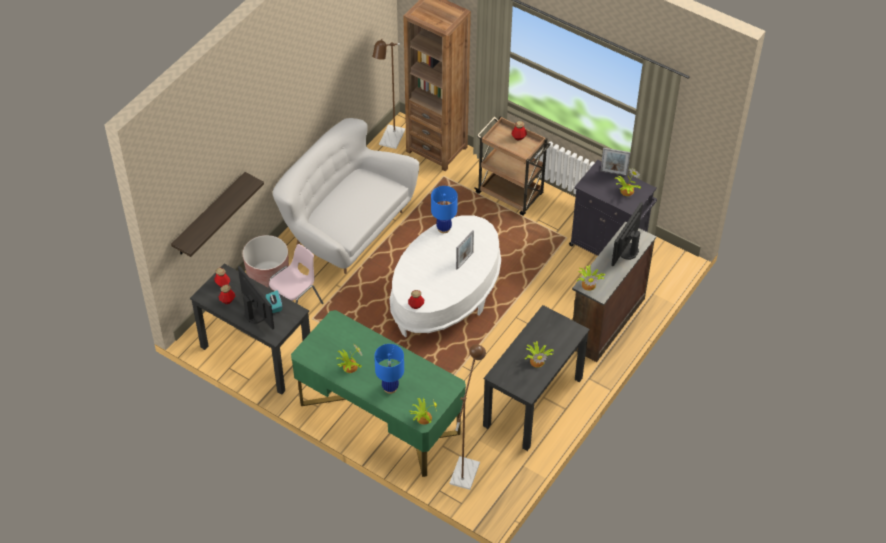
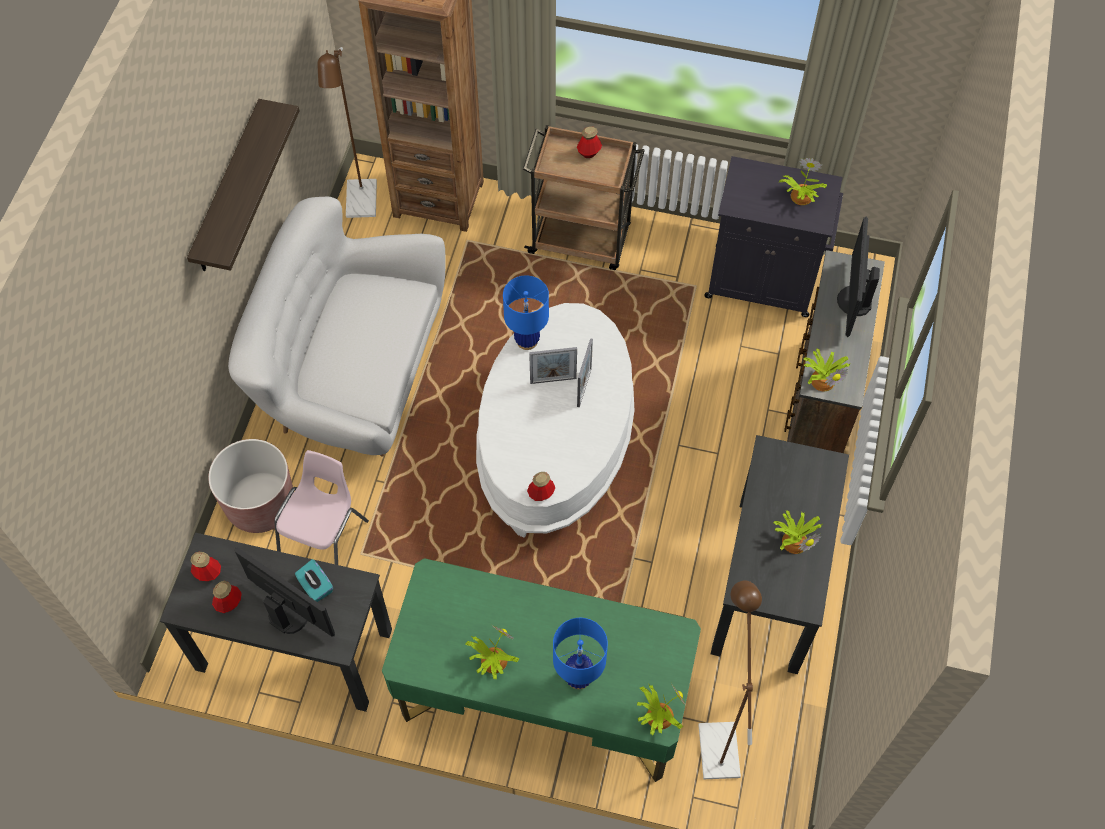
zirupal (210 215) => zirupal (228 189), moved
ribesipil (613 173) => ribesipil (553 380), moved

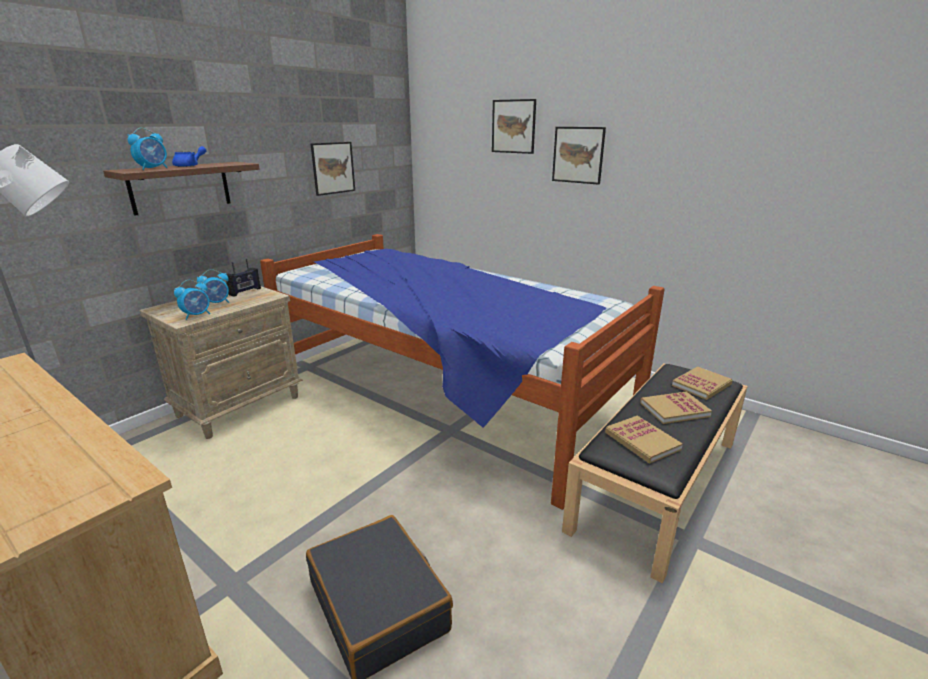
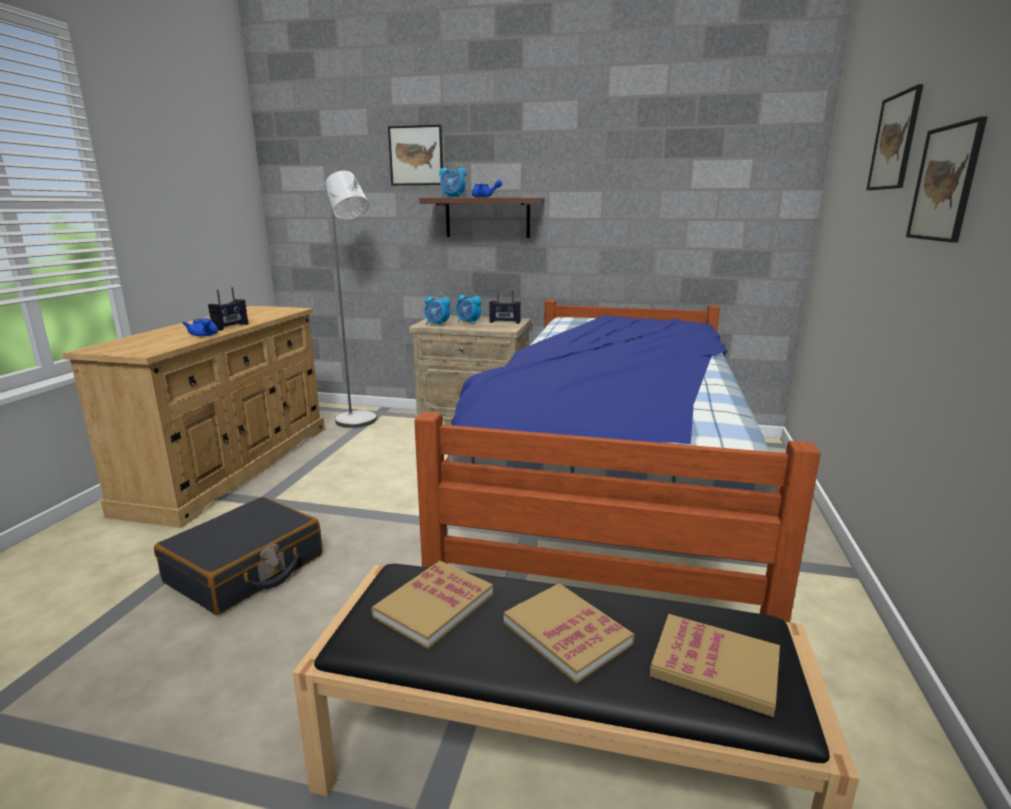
nothing => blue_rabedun (204 335)
nothing => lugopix (231 327)
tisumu (333 168) => tisumu (416 155), moved

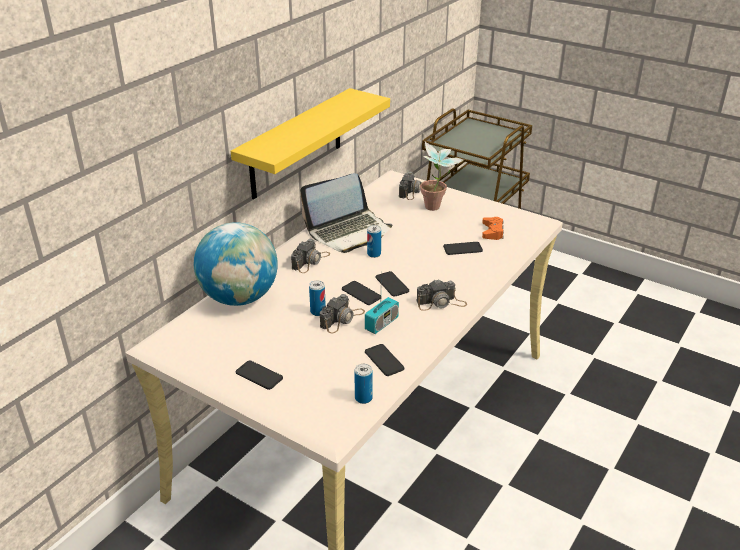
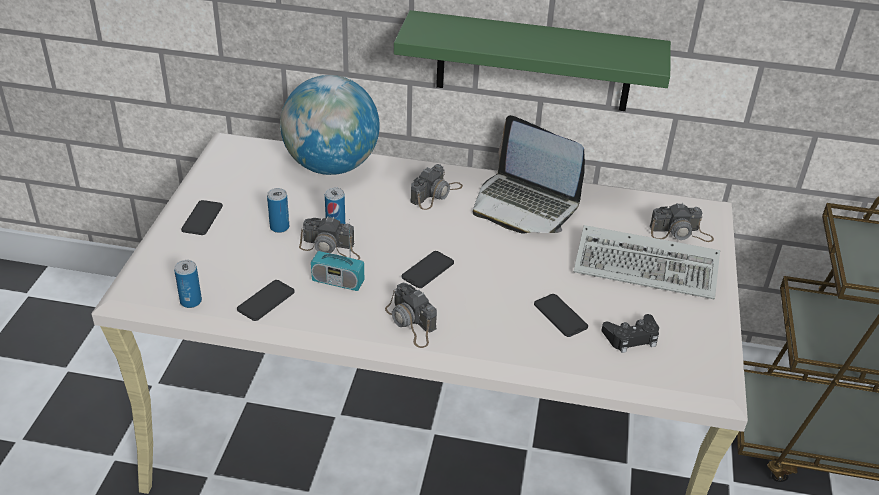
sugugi (374 254) => sugugi (279 227), moved
yellow_zirupal (296 144) => green_zirupal (533 62)
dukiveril (310 261) => dukiveril (436 194), 60 degrees counterclockwise
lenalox (436 209) => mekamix (649 267)
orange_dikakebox (492 232) => black_dikakebox (631 337)
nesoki (361 293) => nothing

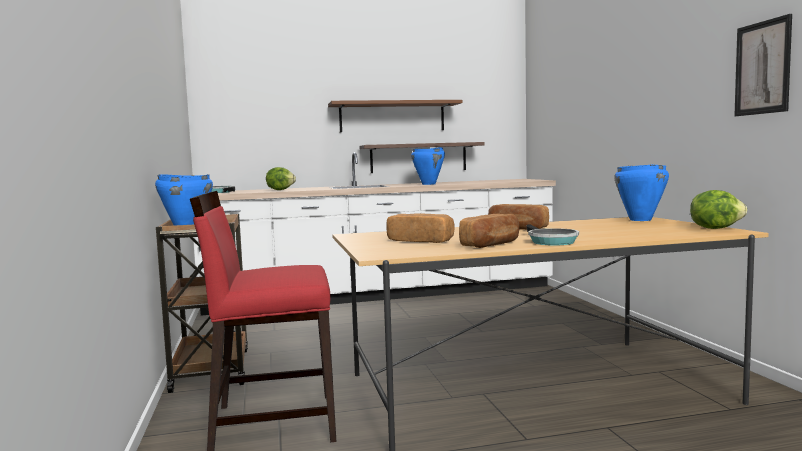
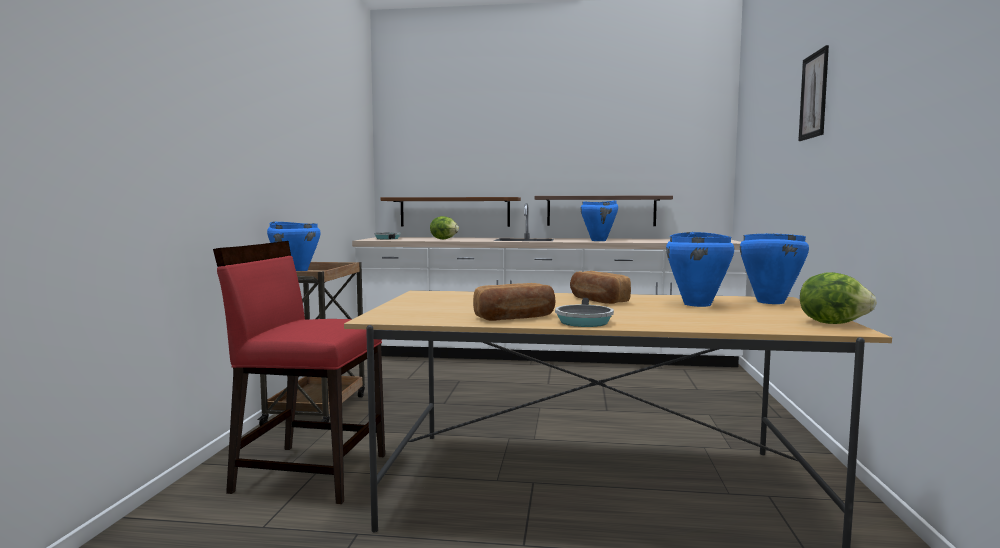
brown_zirupal (392 117) => brown_zirupal (454 212), moved
nothing => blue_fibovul (697 304)
tisumu (762 68) => tisumu (814 95), moved
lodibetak (421 241) => nothing

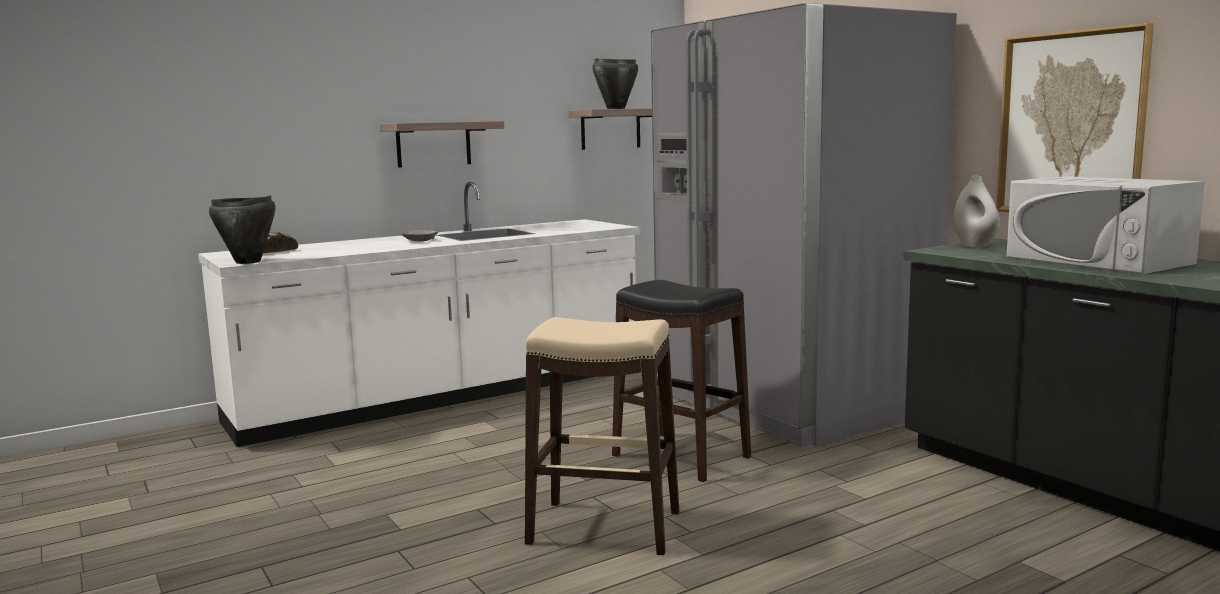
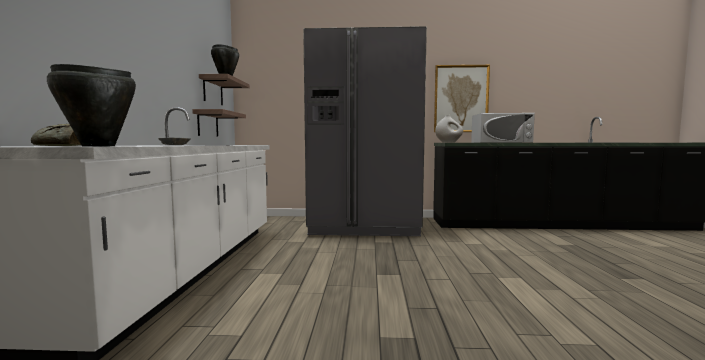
zirupal (433 144) => zirupal (207 124), moved
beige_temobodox (604 527) => nothing
black_temobodox (680 456) => nothing

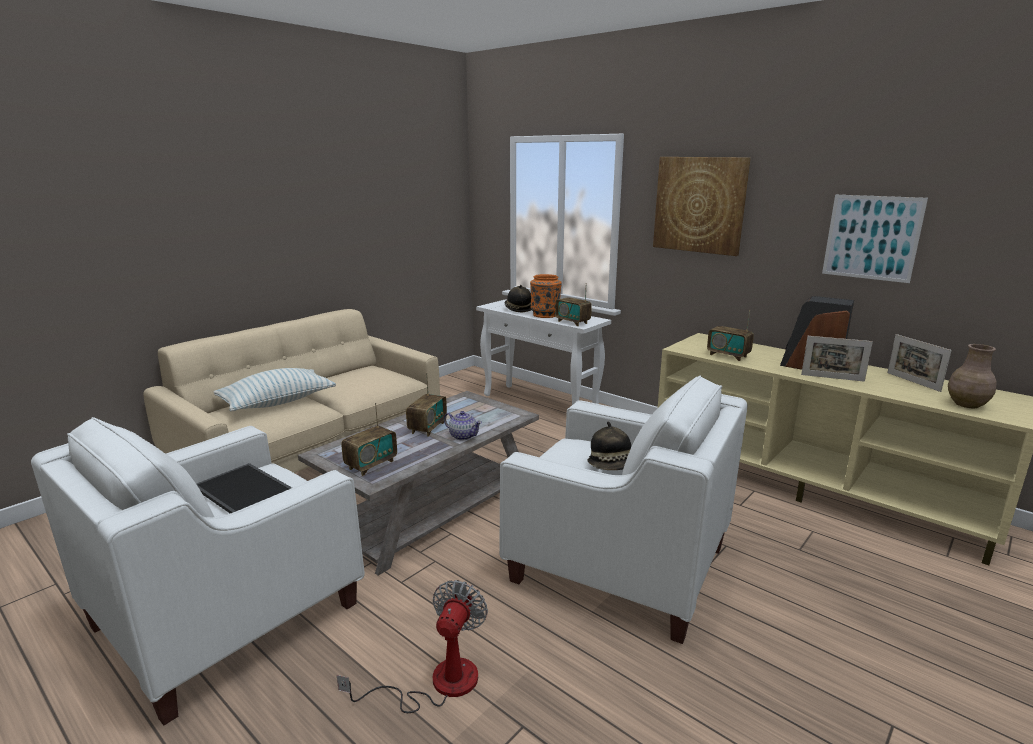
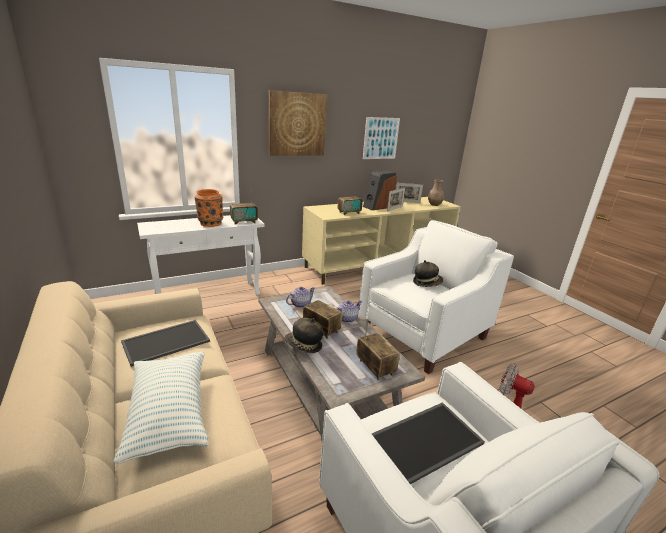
nothing => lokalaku (166 341)
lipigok (518 309) => lipigok (303 346), moved
nothing => rabedun (300 304)

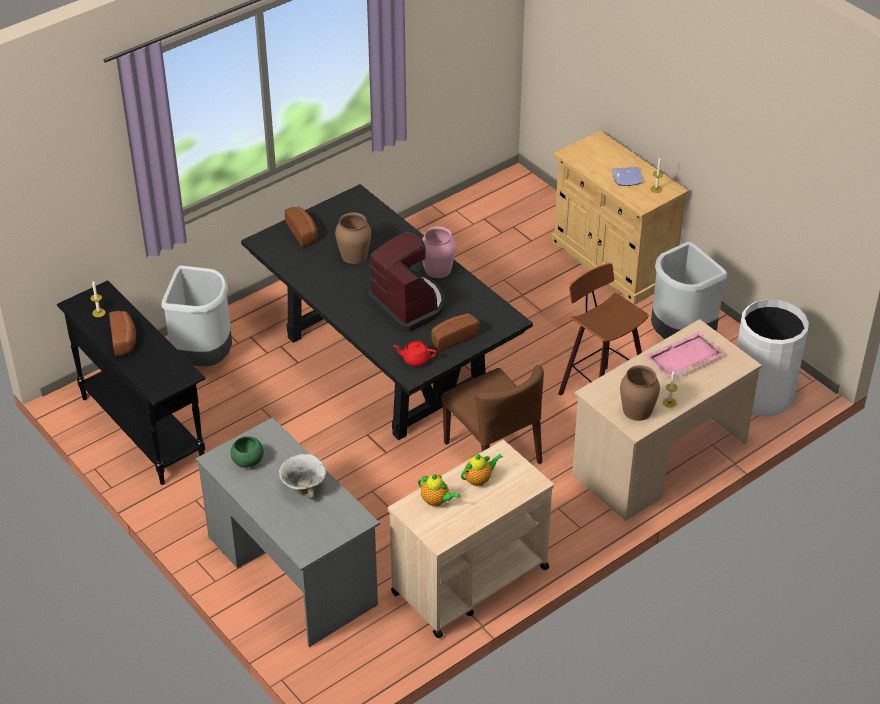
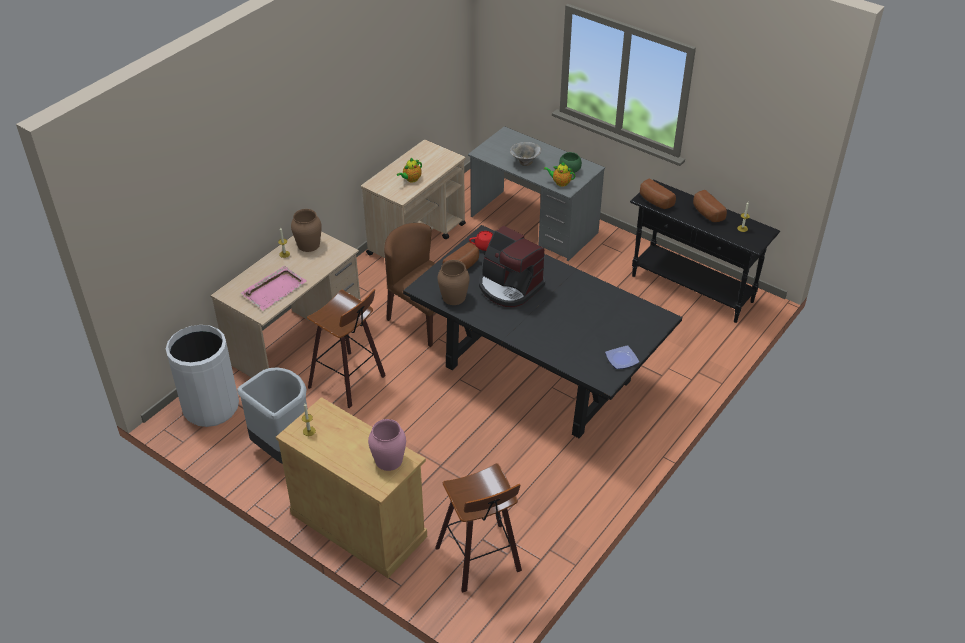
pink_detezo (438 269) => pink_detezo (388 460), moved
nothing => temobodox (481 560)
brown_detezo (354 255) => brown_detezo (453 297), moved
rabedun (436 501) => rabedun (560 183), moved
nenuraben (627 178) => nenuraben (621 359), moved
lodibetak (303 233) => lodibetak (654 201), moved
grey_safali (203 359) => nothing

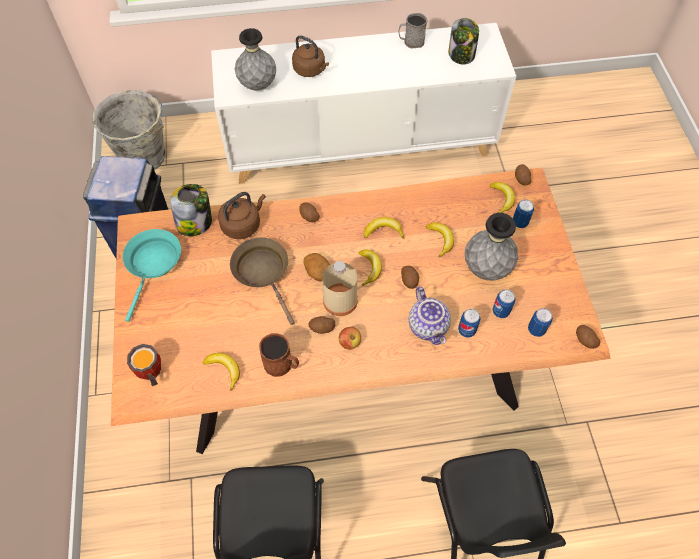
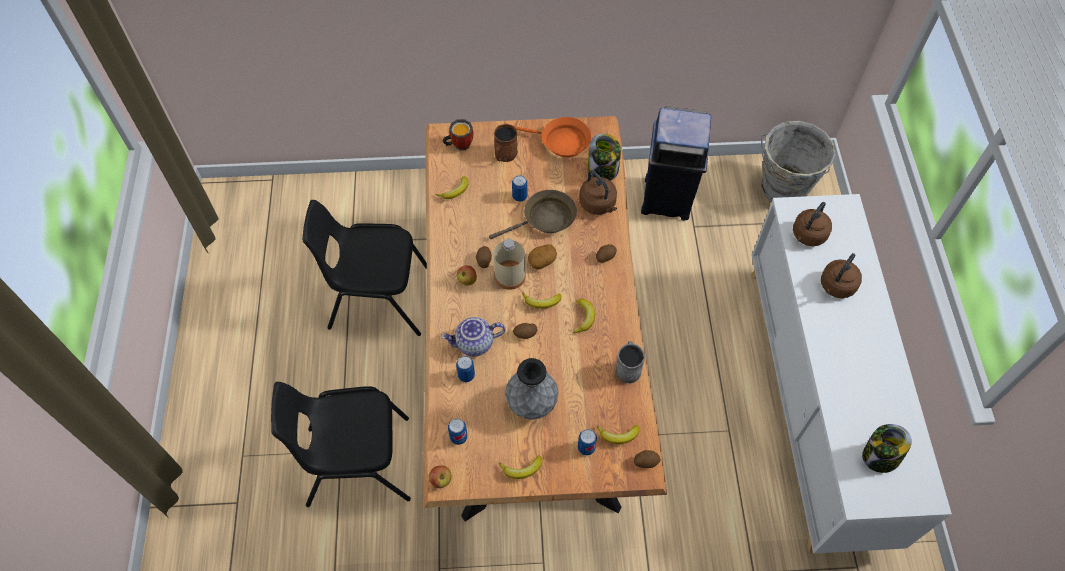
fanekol (584 340) => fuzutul (441 480)
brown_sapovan (282 364) => brown_sapovan (504 155), moved
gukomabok (440 240) => gukomabok (522 469), moved
sugugi (500 311) => sugugi (519 196), moved
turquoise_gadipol (153 264) => orange_gadipol (561 142)
grey_sapovan (411 42) => grey_sapovan (628 367), moved
grey_detezo (258 85) => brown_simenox (807 236)

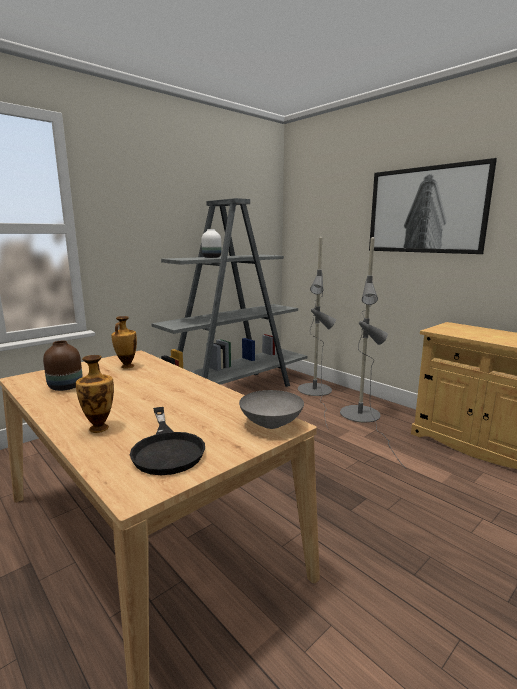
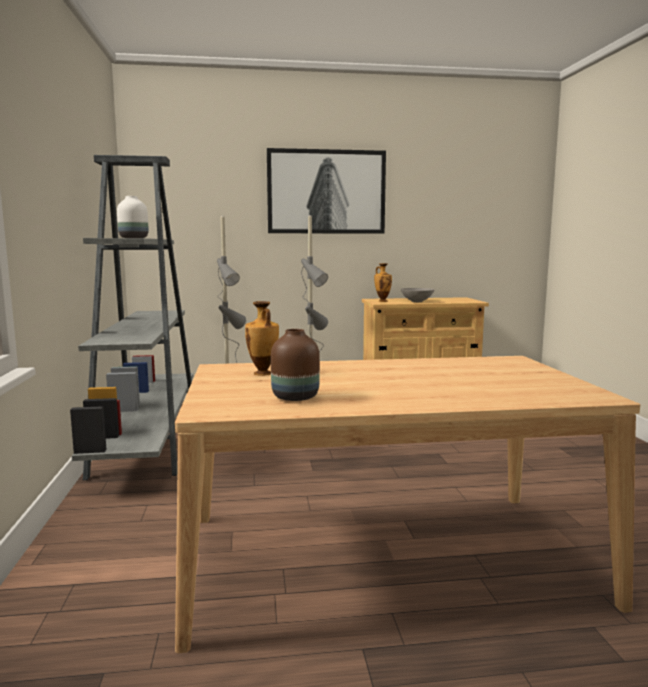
detezo (99 427) => detezo (382 301), moved
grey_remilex (271 423) => grey_remilex (416 301), moved
black_gadipol (167 448) => nothing

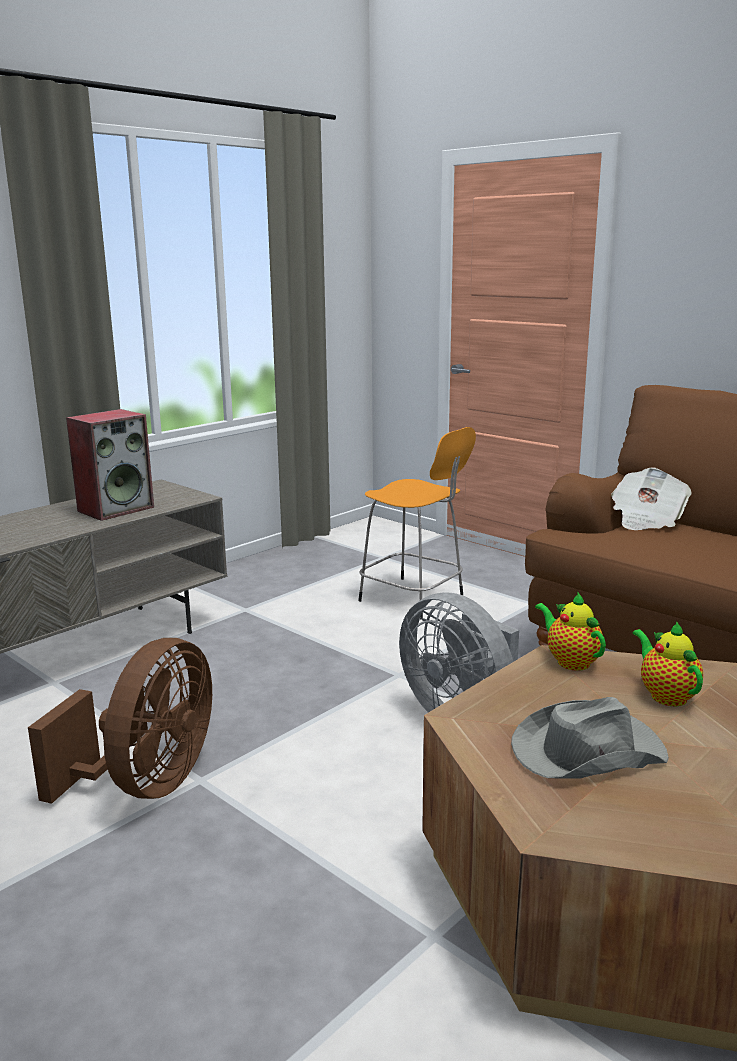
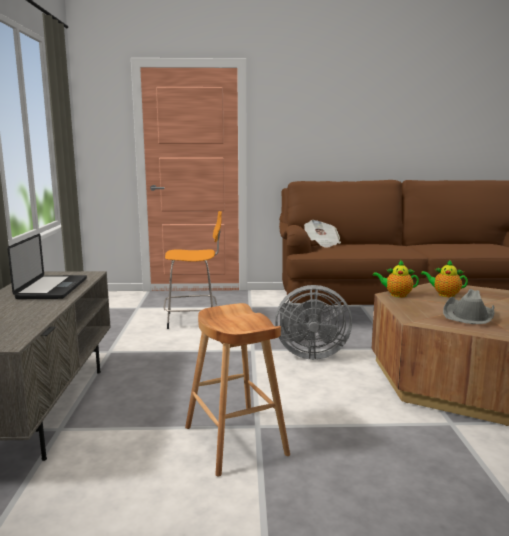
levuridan (116 509) => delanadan (52 288)
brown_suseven (147 784) => brown_temobodox (235 441)

